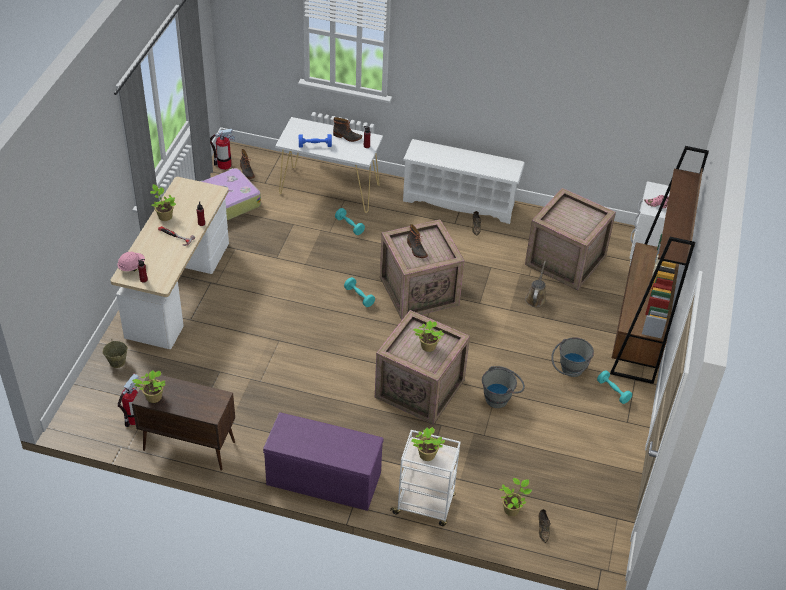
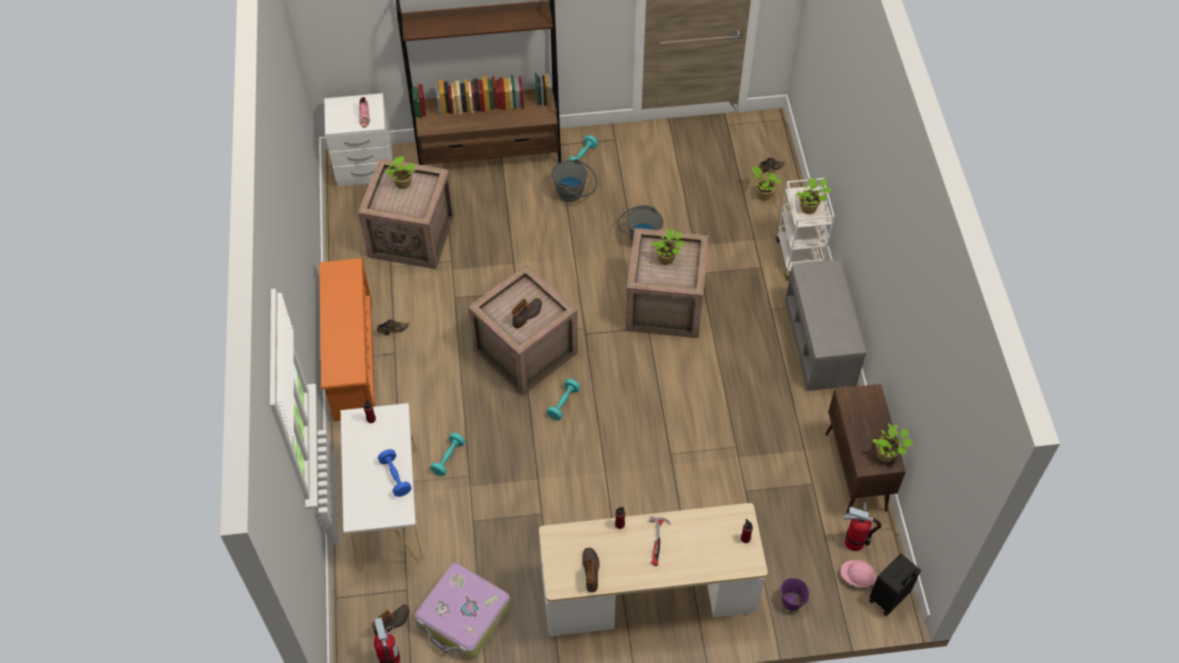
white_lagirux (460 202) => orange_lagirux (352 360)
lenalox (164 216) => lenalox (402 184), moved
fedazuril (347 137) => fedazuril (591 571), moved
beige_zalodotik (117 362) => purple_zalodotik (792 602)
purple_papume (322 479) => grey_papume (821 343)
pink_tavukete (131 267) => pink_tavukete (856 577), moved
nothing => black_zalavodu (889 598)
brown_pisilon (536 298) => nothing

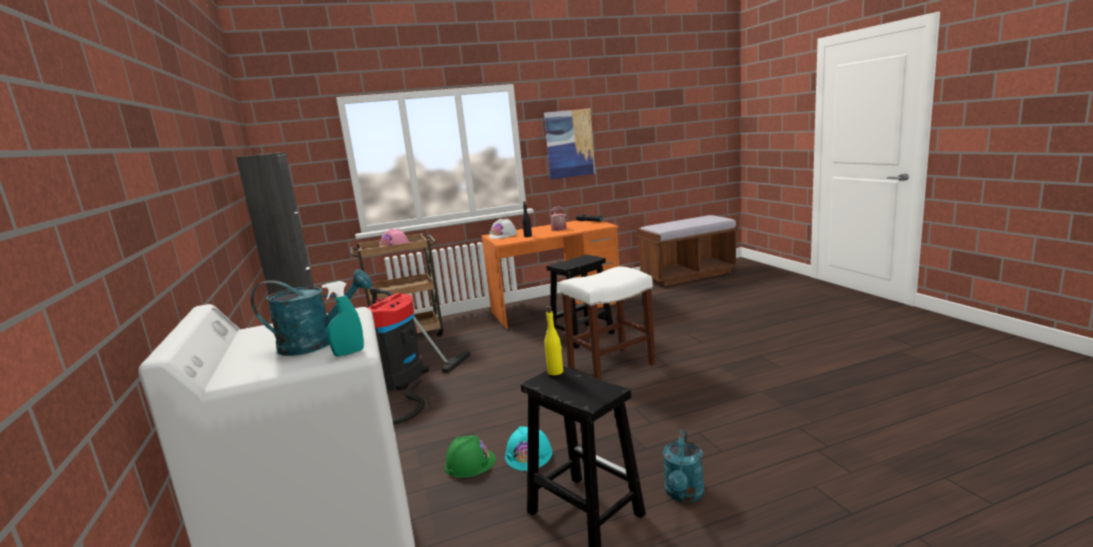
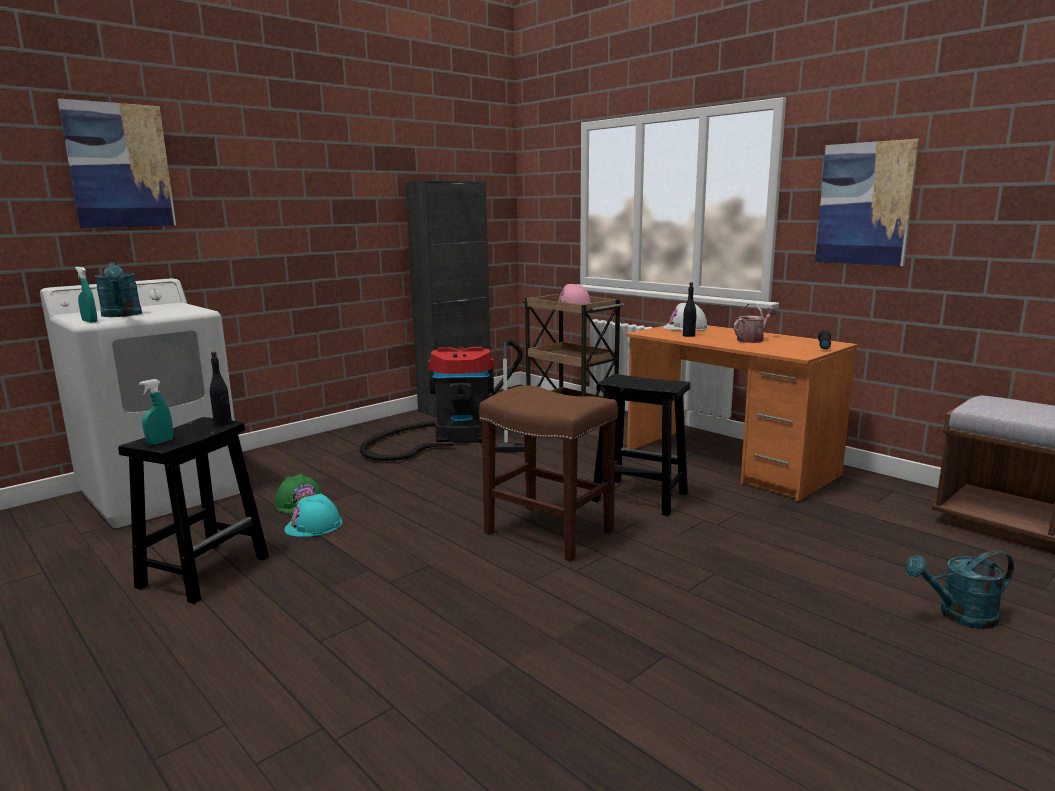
nothing => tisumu (119 166)
nothing => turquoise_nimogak (160 442)
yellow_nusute (555 372) => black_nusute (223 423)
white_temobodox (611 365) => brown_temobodox (551 532)
turquoise_pisilon (684 494) => turquoise_pisilon (959 616), moved

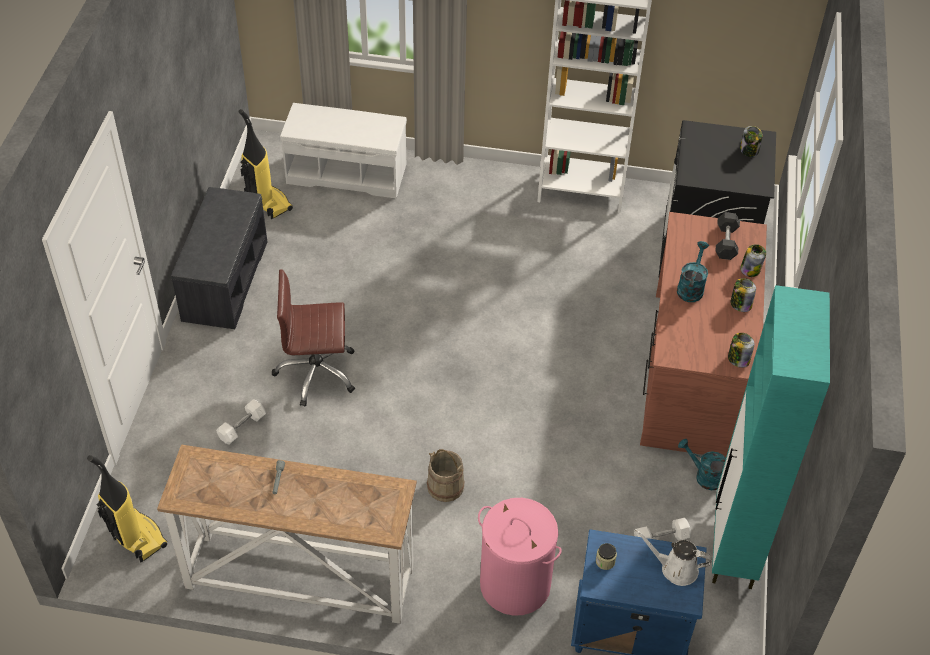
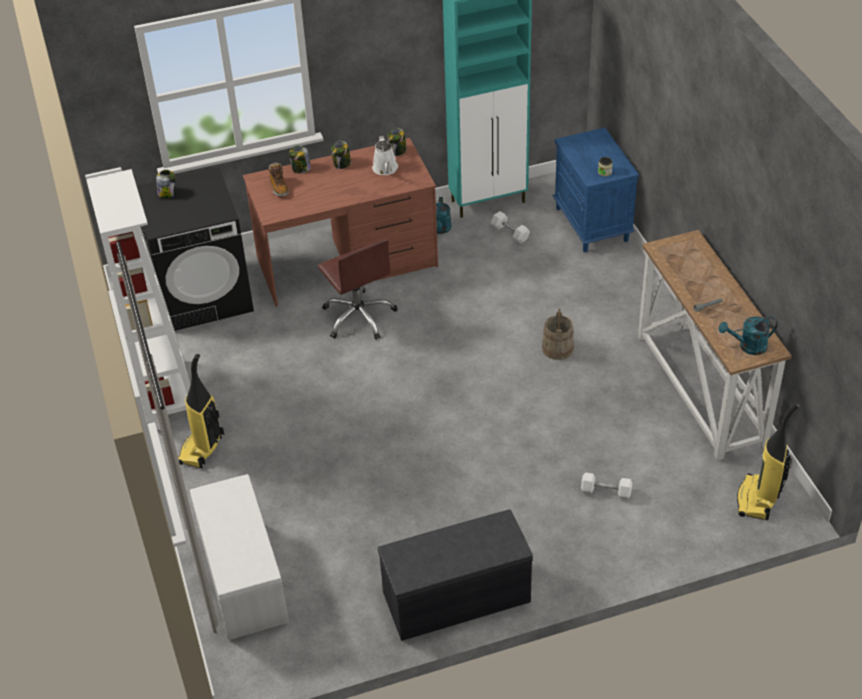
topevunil (267 202) => topevunil (202 450), moved
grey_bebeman (726 242) => fedazuril (279 187)
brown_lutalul (316 373) => brown_lutalul (359 316), moved
white_pisilon (675 568) => white_pisilon (385 169), moved
turquoise_pisilon (691 287) => turquoise_pisilon (748 346), moved
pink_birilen (514 584) => nothing

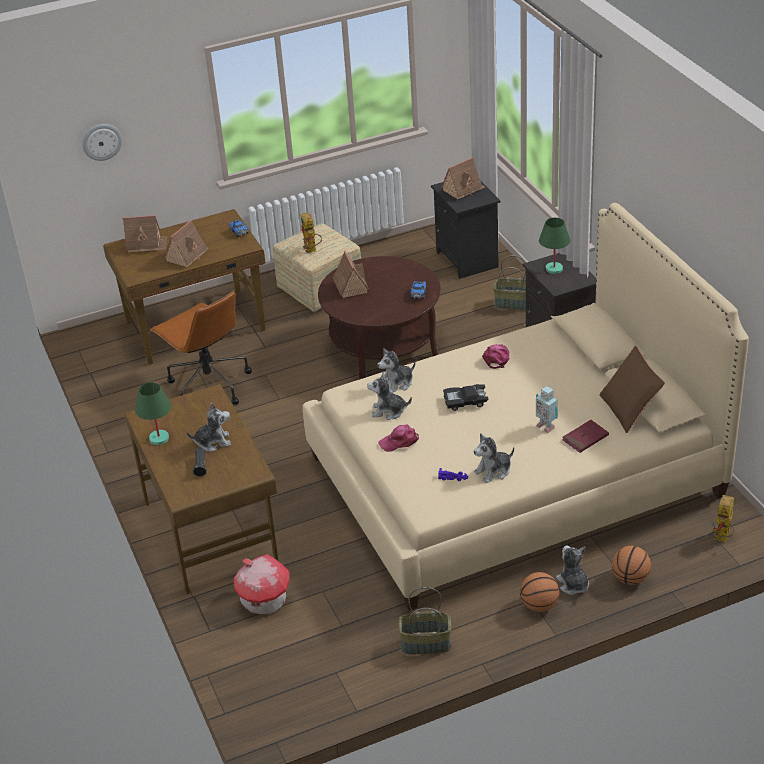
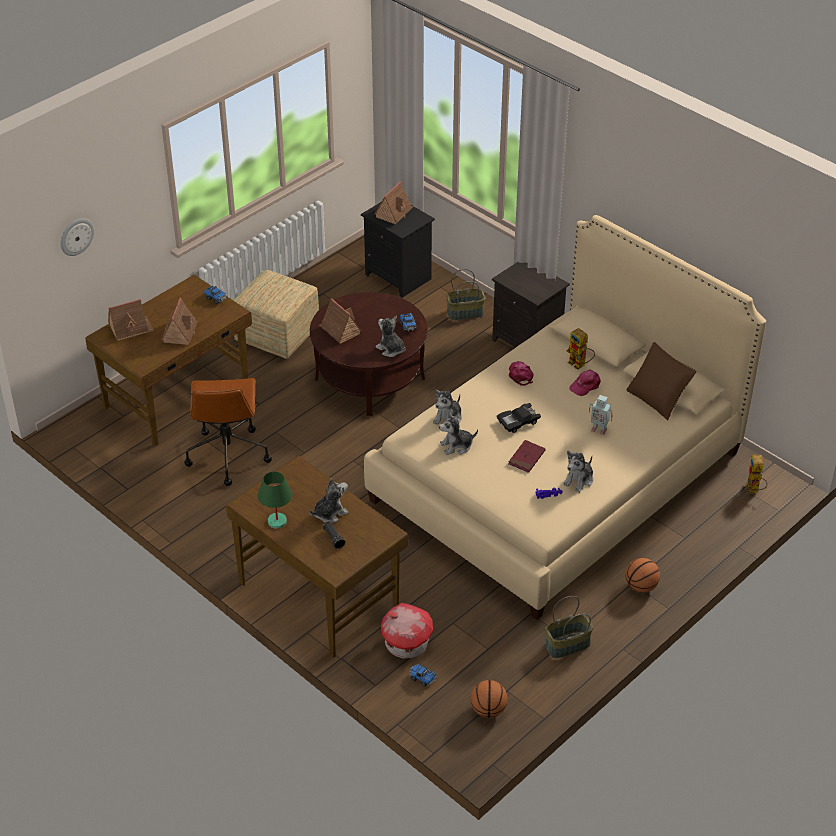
brown_lutalul (208 385) => brown_lutalul (228 454), 60 degrees clockwise
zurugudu (573 584) => zurugudu (391 349), moved
nothing => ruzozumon (422 679)
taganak (630 578) => taganak (488 710), moved
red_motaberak (585 438) => red_motaberak (526 458), moved
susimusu (312 250) => susimusu (580 365), moved
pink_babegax (399 441) => pink_babegax (585 385), moved
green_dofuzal (553 269) => nothing

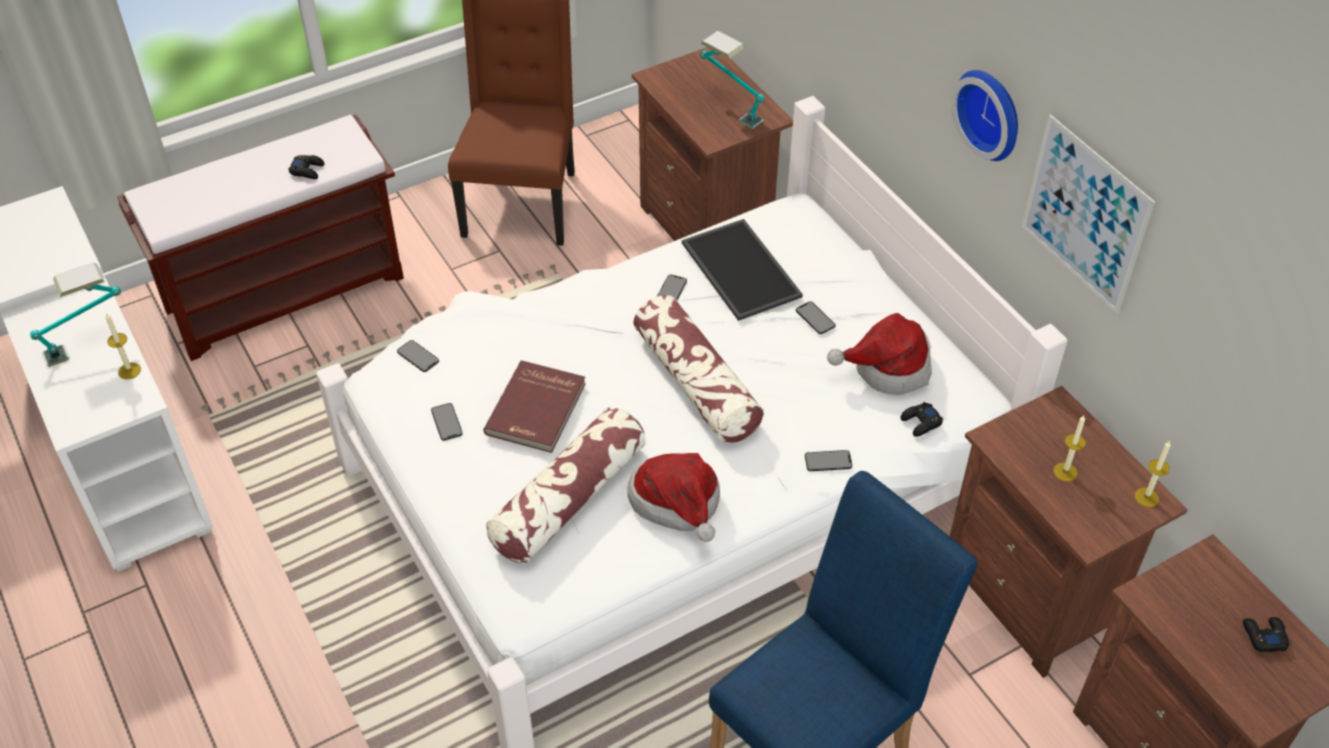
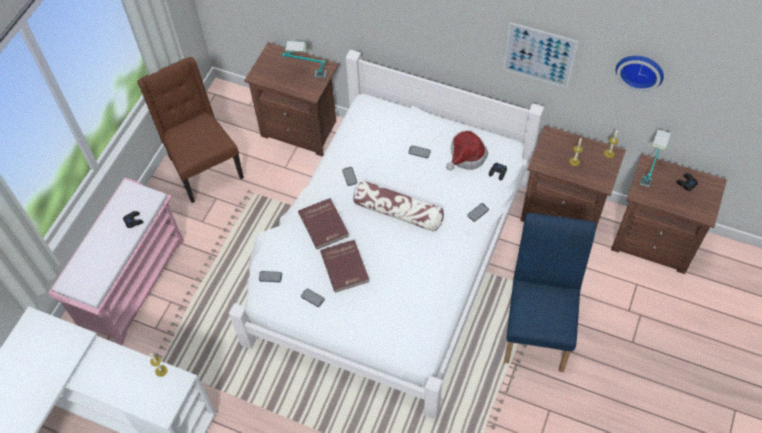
brown_papume (287 291) => pink_papume (133 282)
nothing => red_motaberak (324 224)
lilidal (992 113) => lilidal (640 70), moved
dofuzal (89 345) => dofuzal (649 169), moved
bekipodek (568 499) => nothing
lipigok (678 506) => nothing
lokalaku (738 269) => nothing

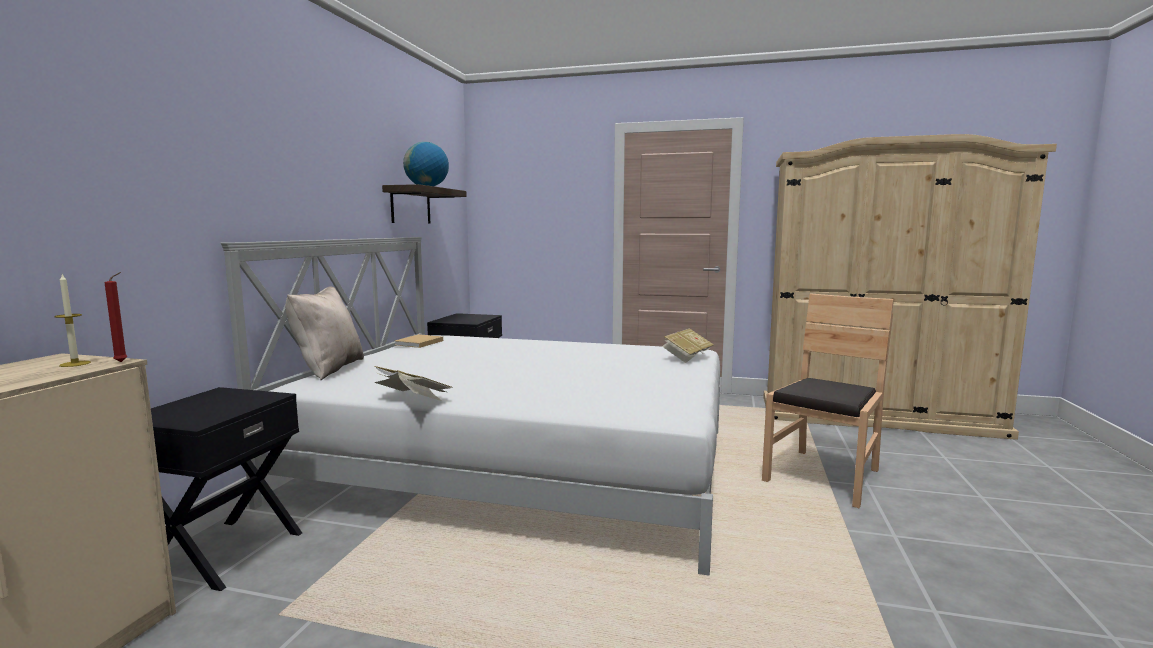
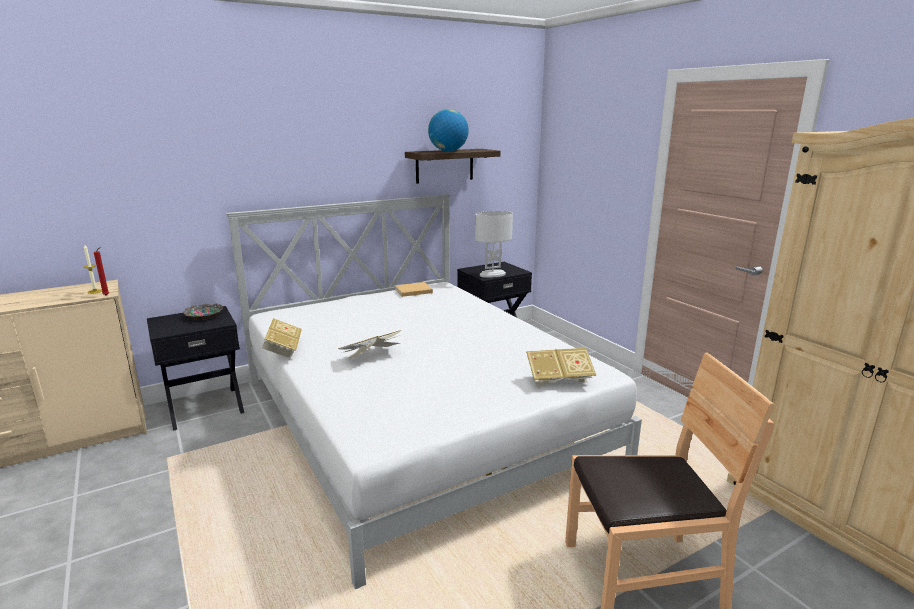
nothing => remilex (203 316)
nothing => motaberak (371 356)
nothing => white_dofuzal (492 275)
beige_bekipodek (328 369) => nothing

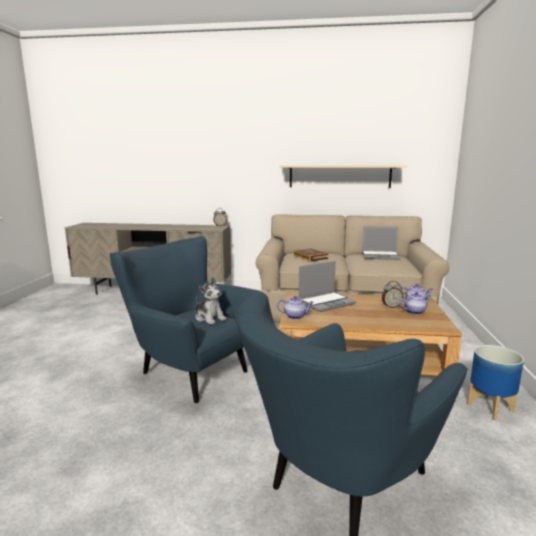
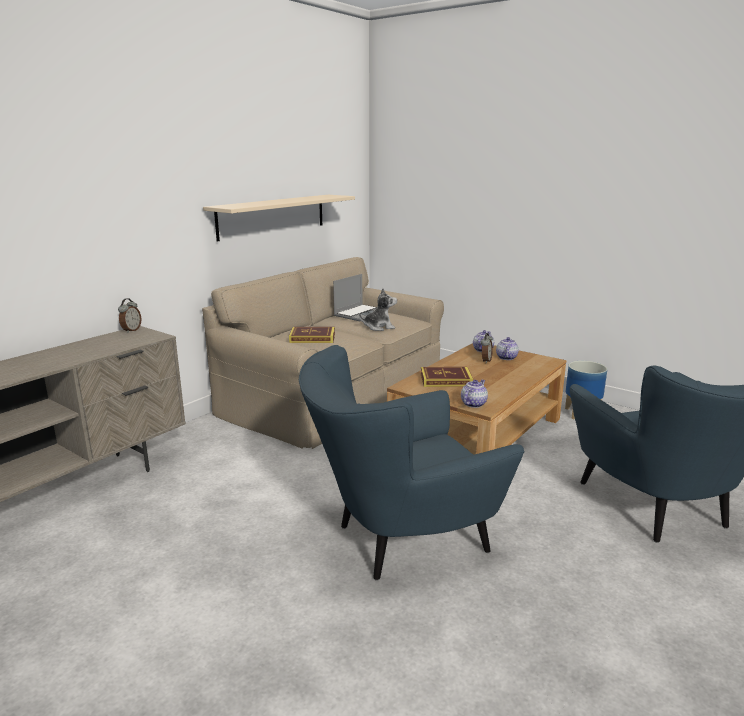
zurugudu (209 318) => zurugudu (379 327), moved
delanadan (326 302) => motaberak (445 380)

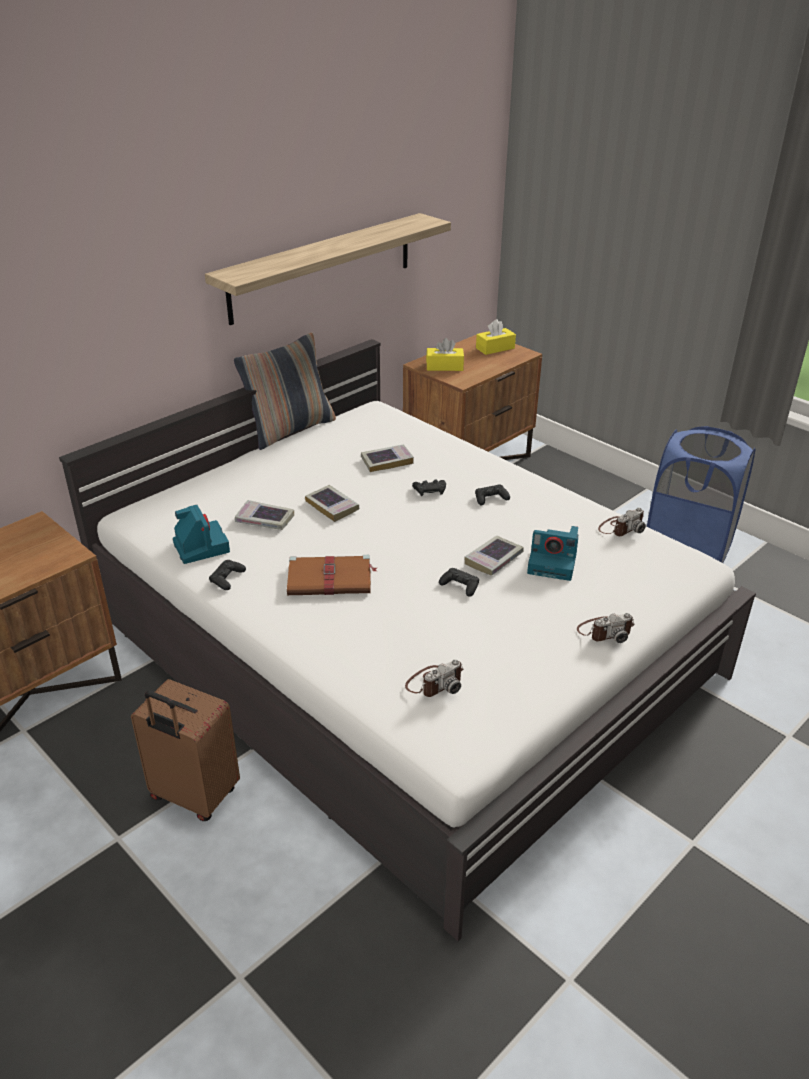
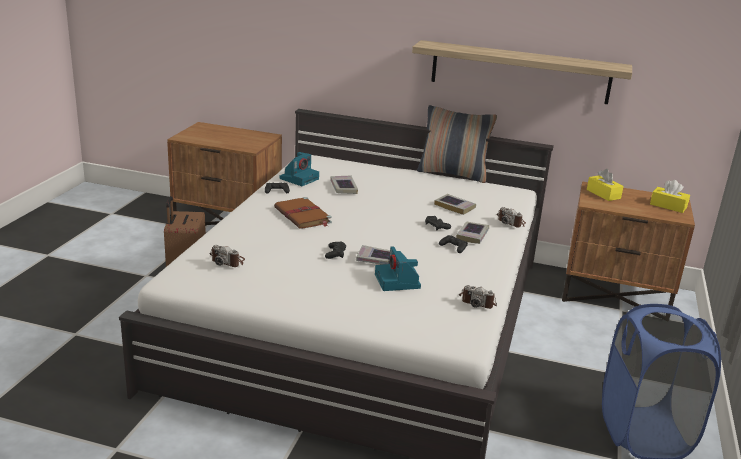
motaberak (332 506) => motaberak (472 236), moved
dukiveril (604 631) => dukiveril (511 222), moved

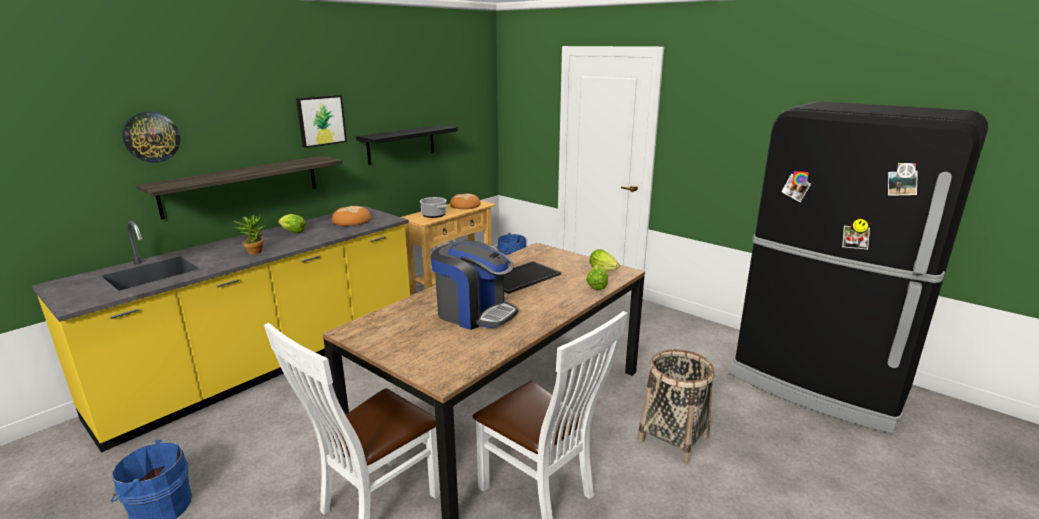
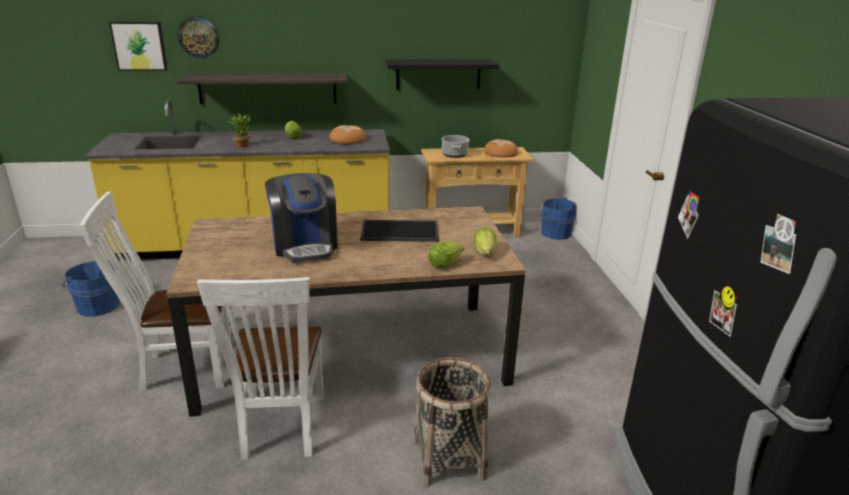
tisumu (321 120) => tisumu (139 46), moved

